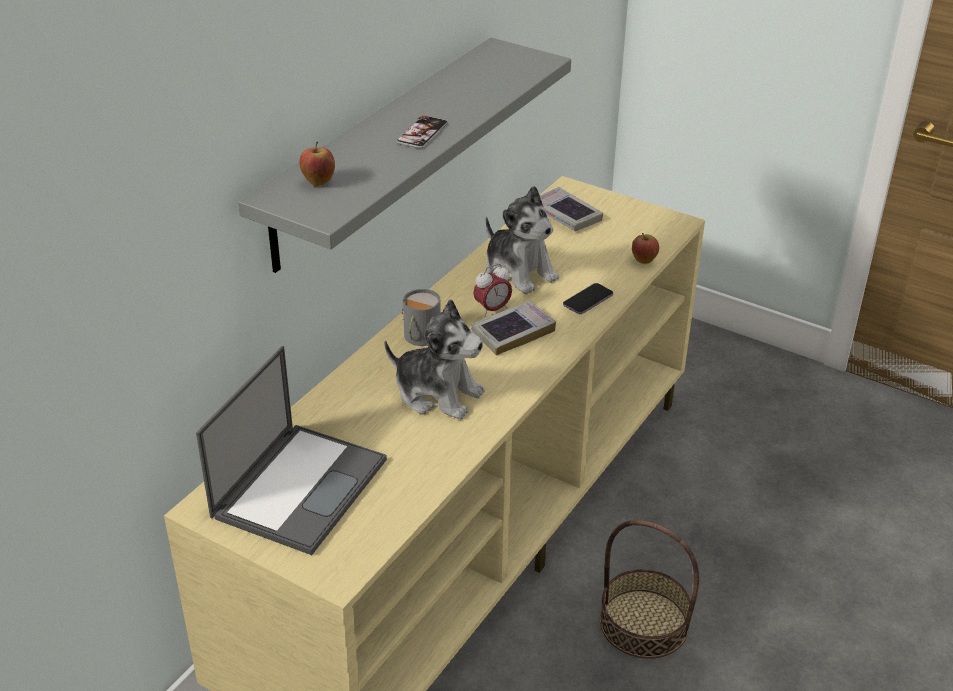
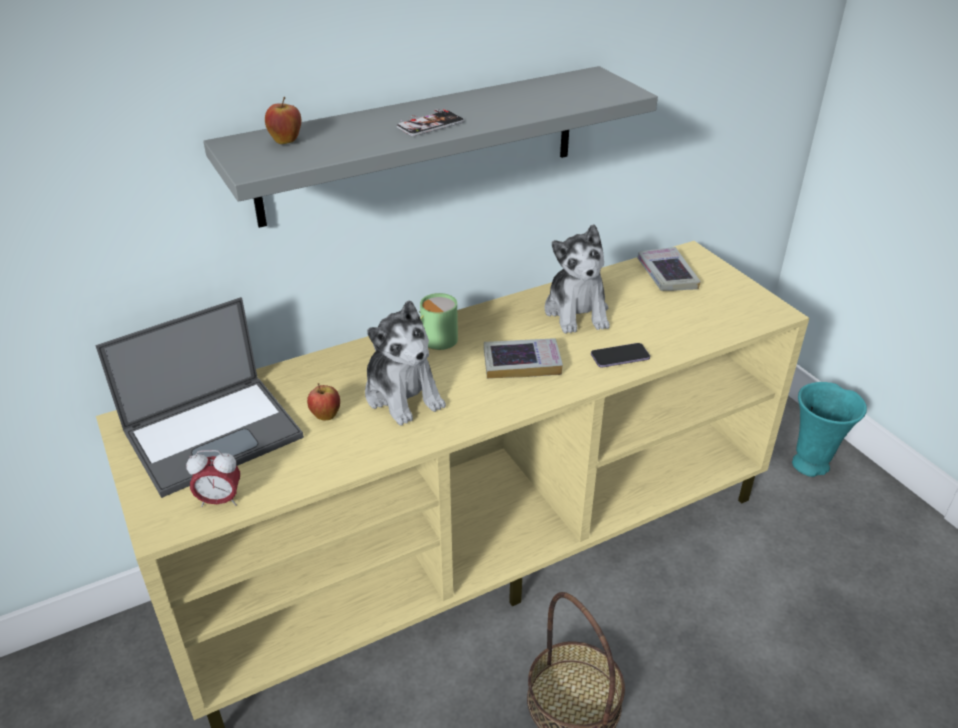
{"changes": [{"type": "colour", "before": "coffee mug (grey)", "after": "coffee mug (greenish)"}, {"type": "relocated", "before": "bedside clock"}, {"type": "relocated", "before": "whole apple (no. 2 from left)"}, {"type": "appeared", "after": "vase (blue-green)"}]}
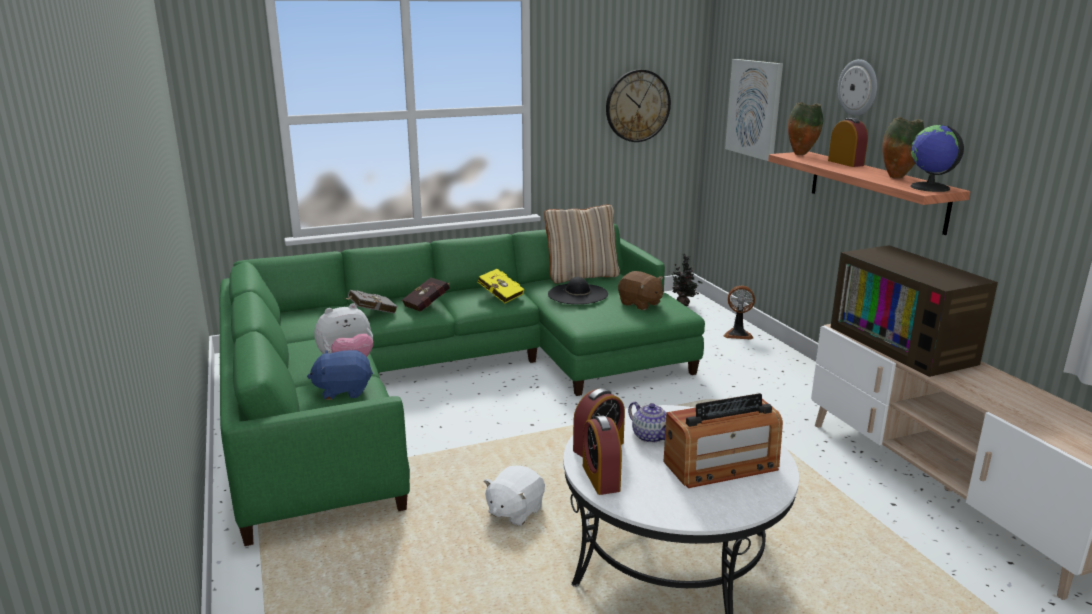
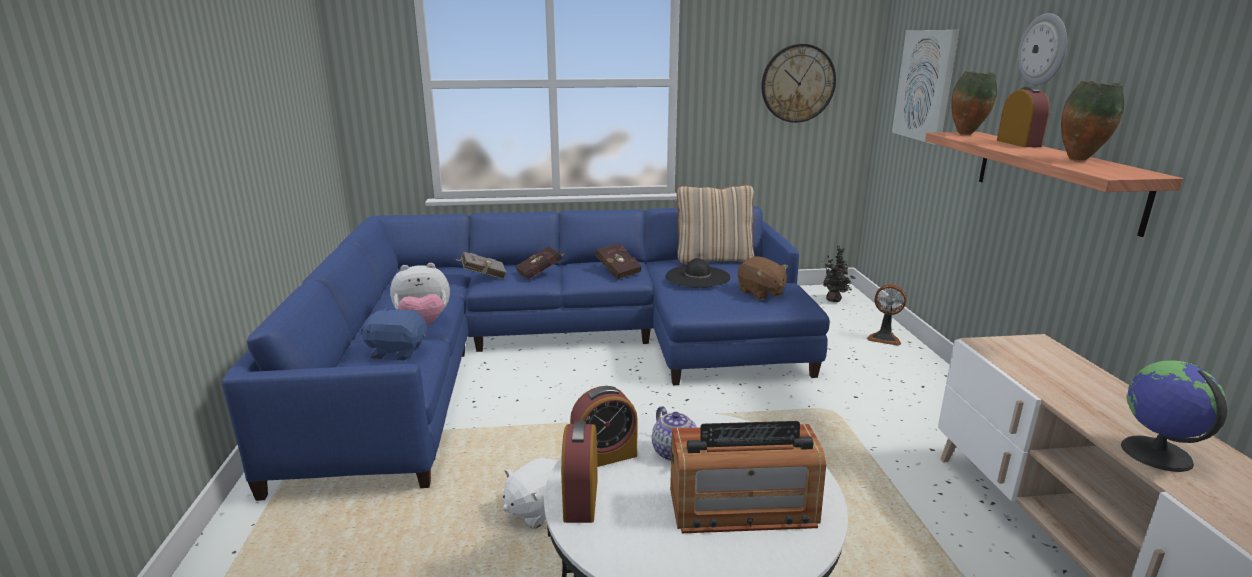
{"changes": [{"type": "colour", "before": "settee (greenish)", "after": "settee (blue)"}, {"type": "colour", "before": "volume (yellow)", "after": "volume (reddish) (no. 2 from left)"}, {"type": "missing", "before": "television"}, {"type": "relocated", "before": "world globe"}]}
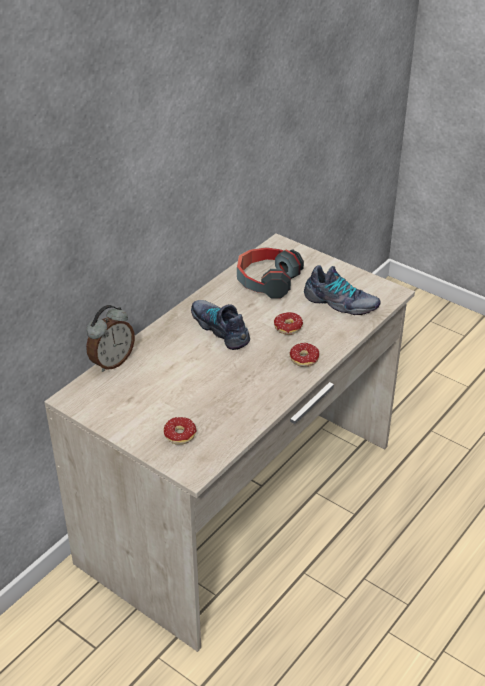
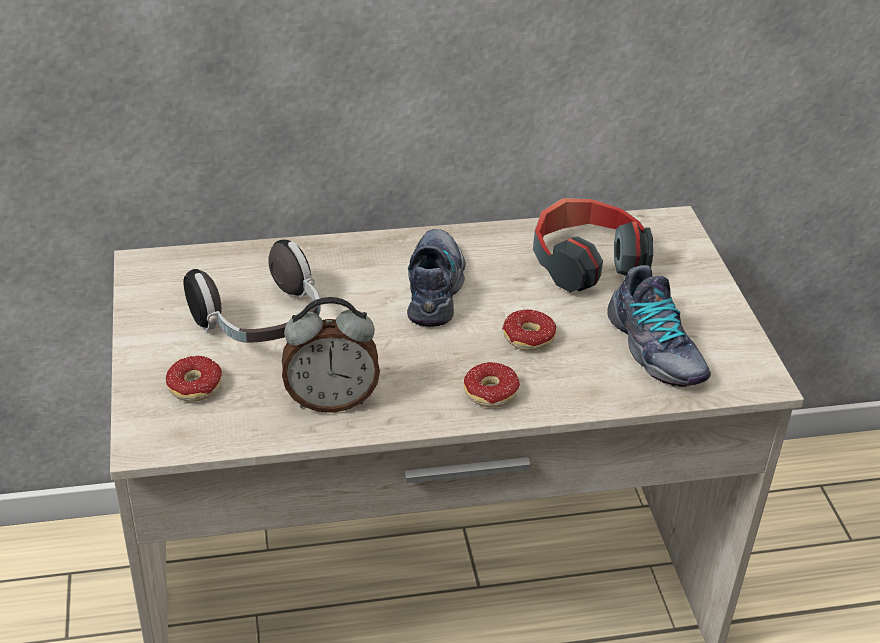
{"changes": [{"type": "relocated", "before": "bedside clock"}, {"type": "appeared", "after": "headphones (no. 1 from left)"}]}
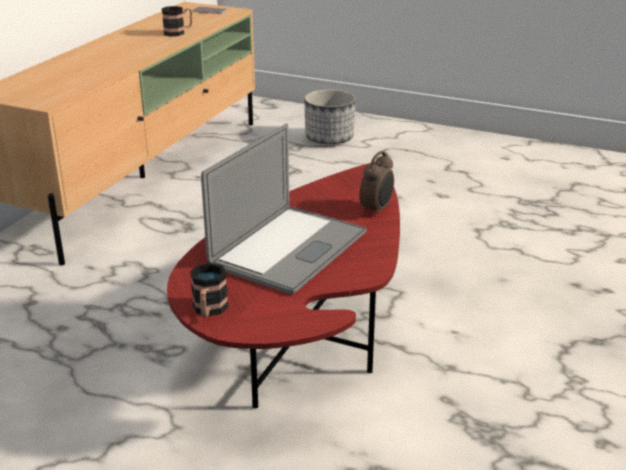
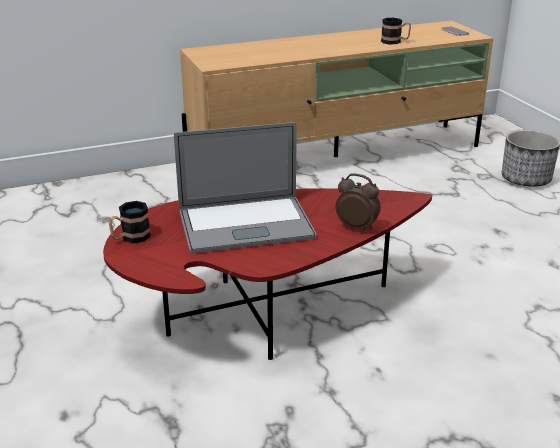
{"changes": [{"type": "spun", "before": "bedside clock", "turn": -135}]}
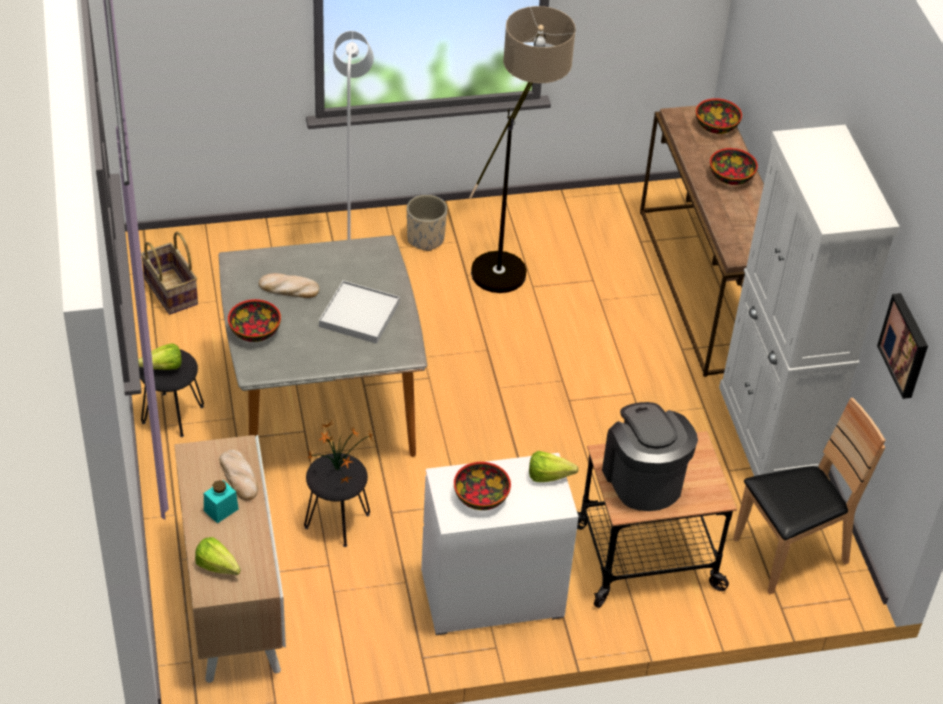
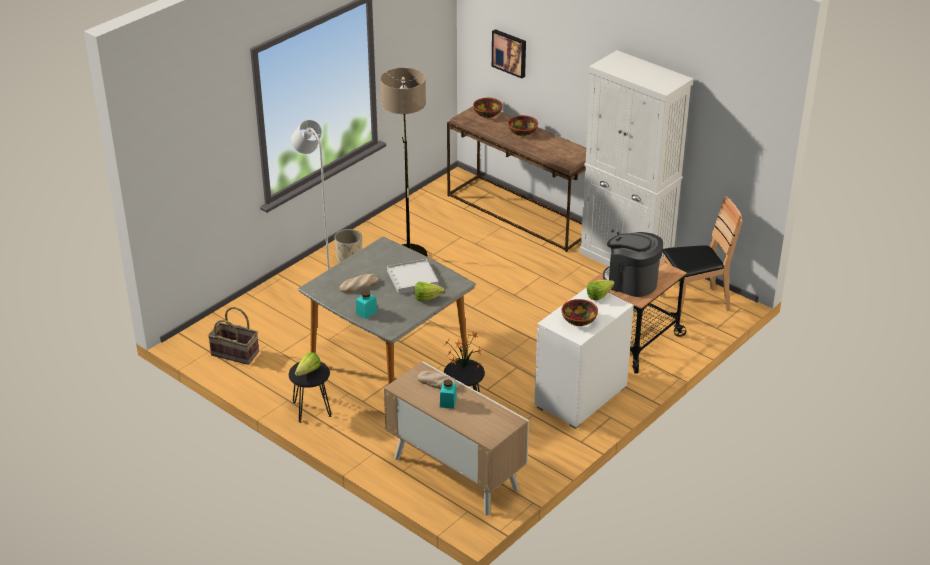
{"changes": [{"type": "relocated", "before": "lettuce (no. 2 from left)"}, {"type": "exchanged", "before": "bowl (no. 1 from left)", "after": "storage jar (blue-green) (no. 1 from left)"}, {"type": "spun", "before": "plain chair (brown)", "turn": 45}, {"type": "relocated", "before": "wall art"}]}
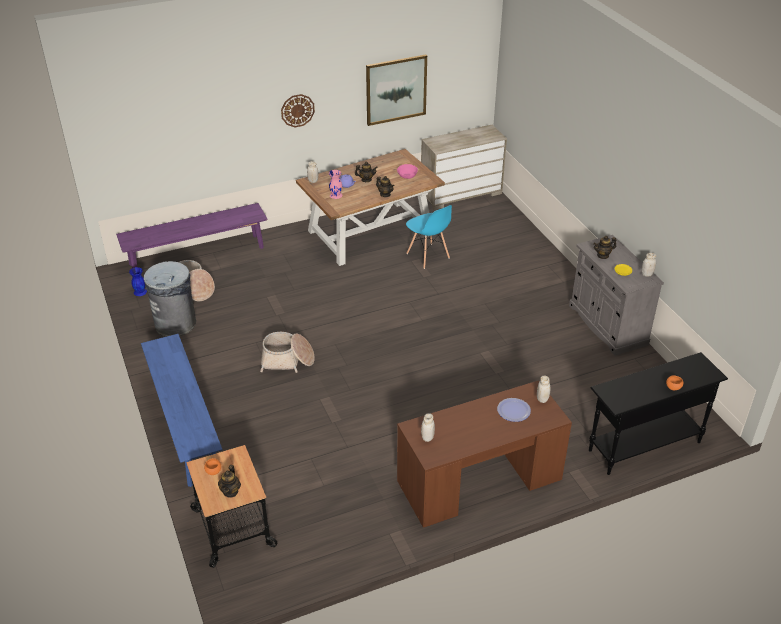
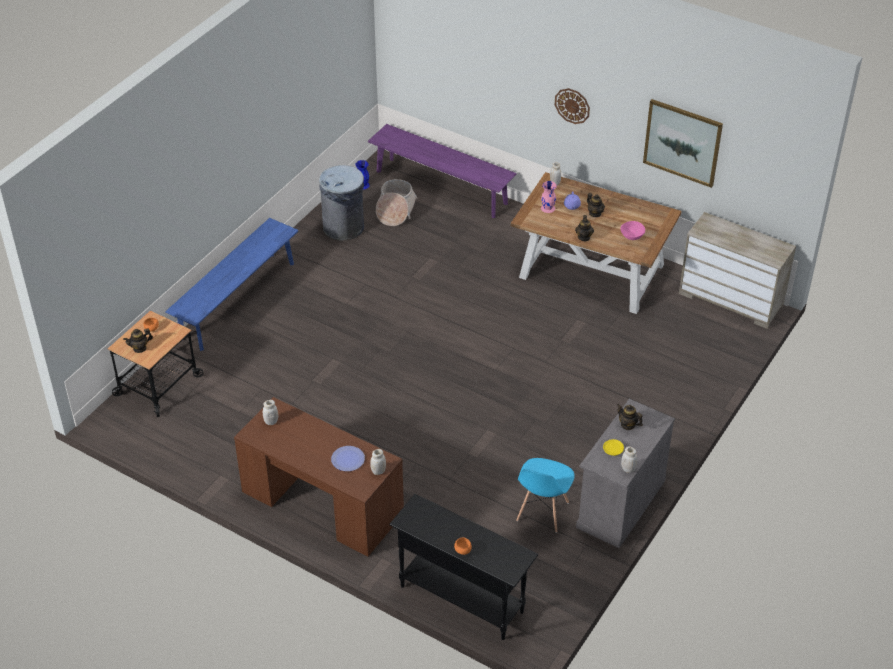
{"changes": [{"type": "missing", "before": "household basket (no. 2 from left)"}, {"type": "relocated", "before": "plain chair (blue)"}]}
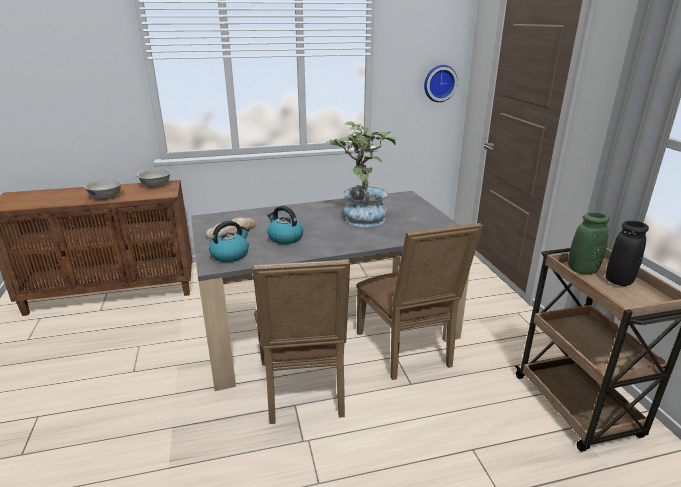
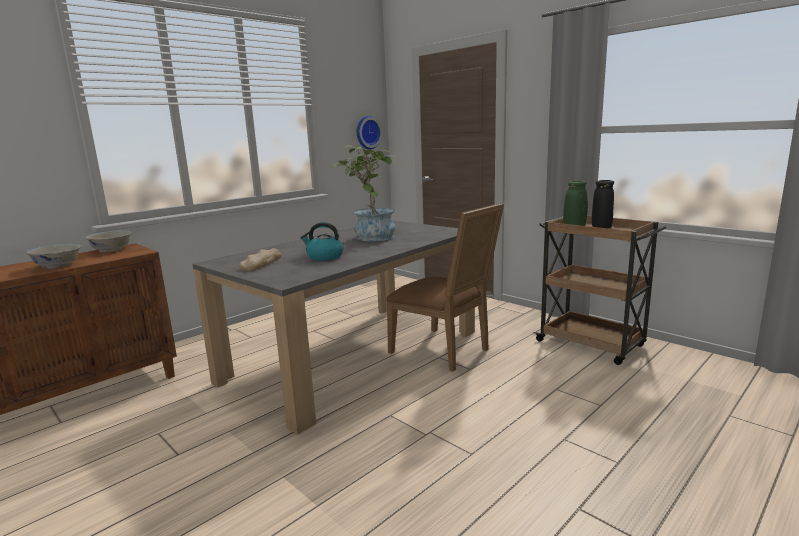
{"changes": [{"type": "missing", "before": "tea kettle (no. 1 from left)"}, {"type": "missing", "before": "plain chair (brown) (no. 1 from left)"}]}
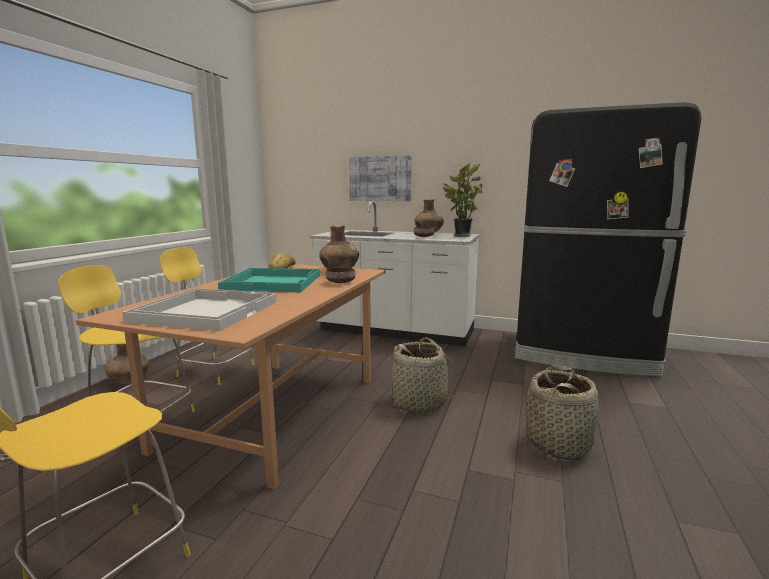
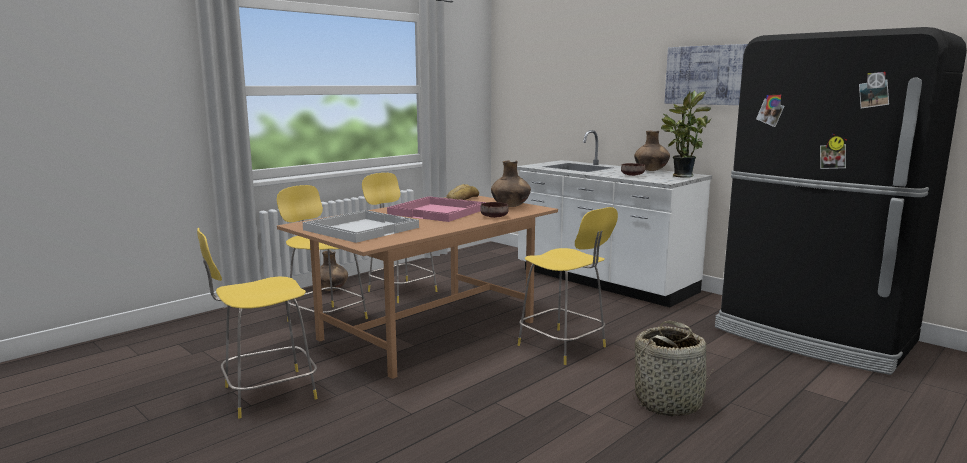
{"changes": [{"type": "colour", "before": "serving tray (blue-green)", "after": "serving tray (pinkish)"}, {"type": "relocated", "before": "wall art"}, {"type": "exchanged", "before": "household basket (no. 1 from left)", "after": "plain chair (yellow) (no. 4 from left)"}]}
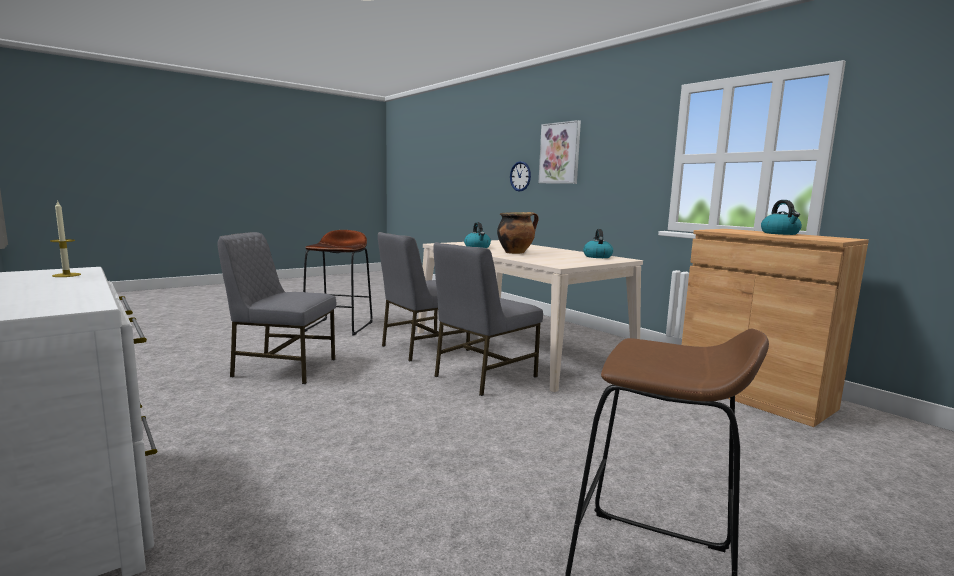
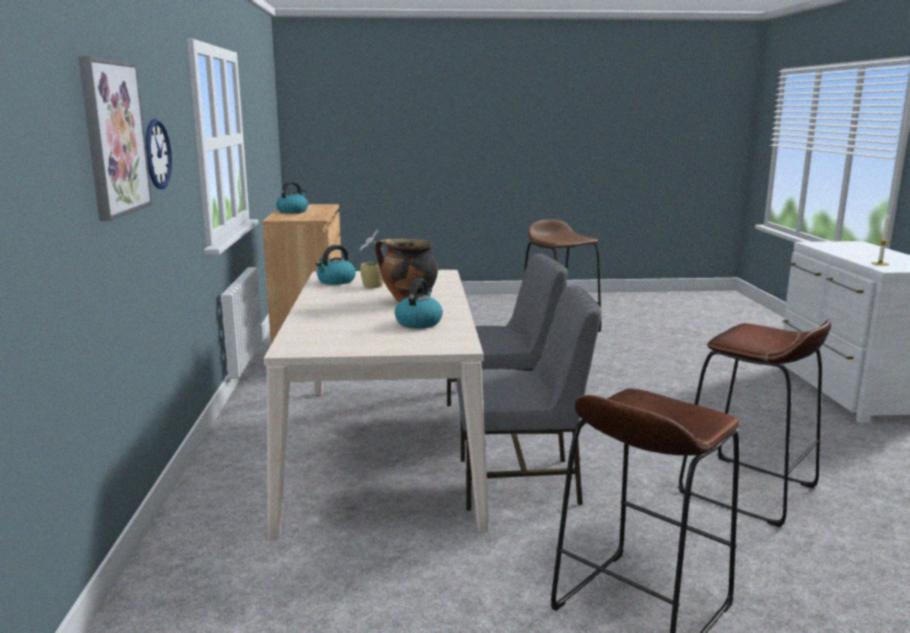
{"changes": [{"type": "exchanged", "before": "plain chair (grey) (no. 1 from left)", "after": "stool (brown) (no. 3 from left)"}, {"type": "relocated", "before": "clock on the wall"}, {"type": "appeared", "after": "potted plant"}]}
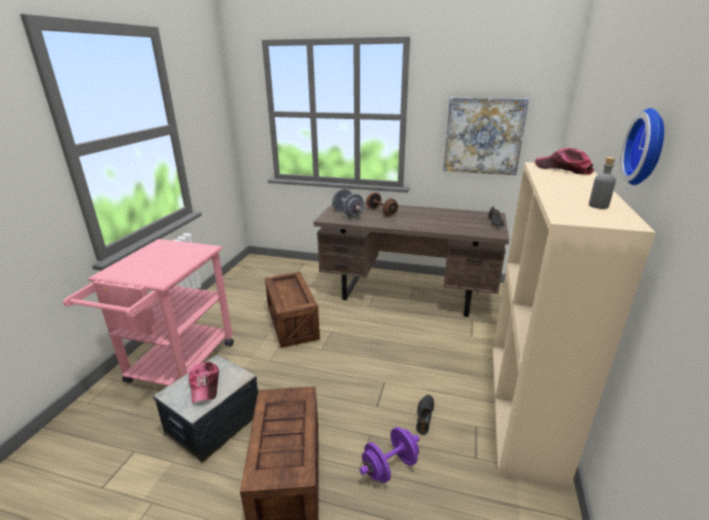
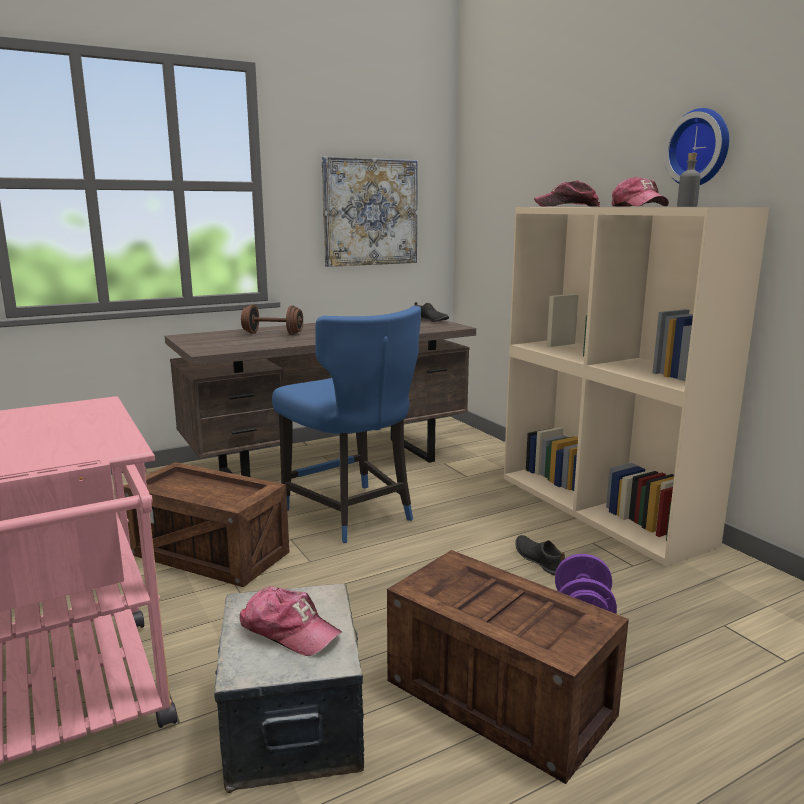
{"changes": [{"type": "missing", "before": "hand weight (grey)"}, {"type": "appeared", "after": "plain chair (blue)"}, {"type": "appeared", "after": "peaked cap (no. 3 from left)"}]}
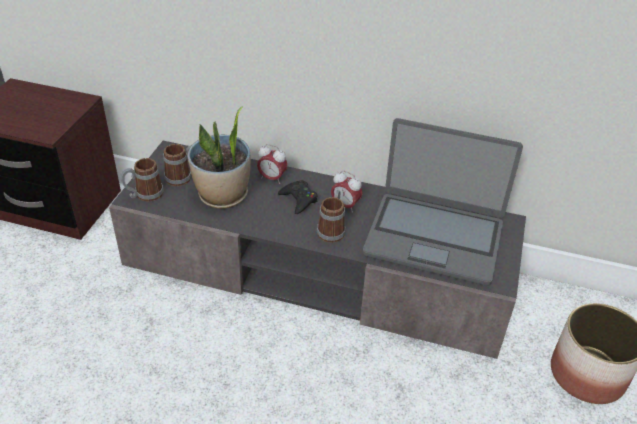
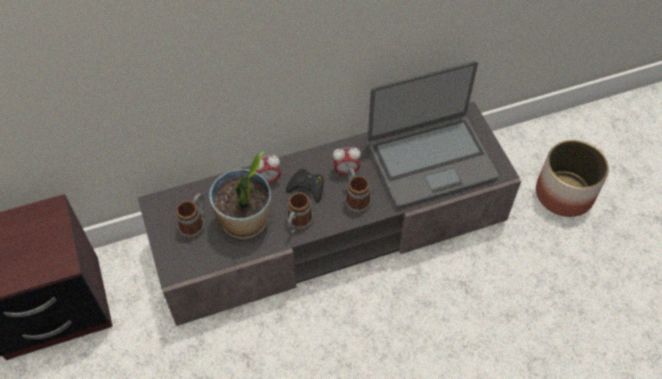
{"changes": [{"type": "relocated", "before": "coffee mug (no. 1 from left in the first image)", "after": "coffee mug (no. 2 from left)"}]}
